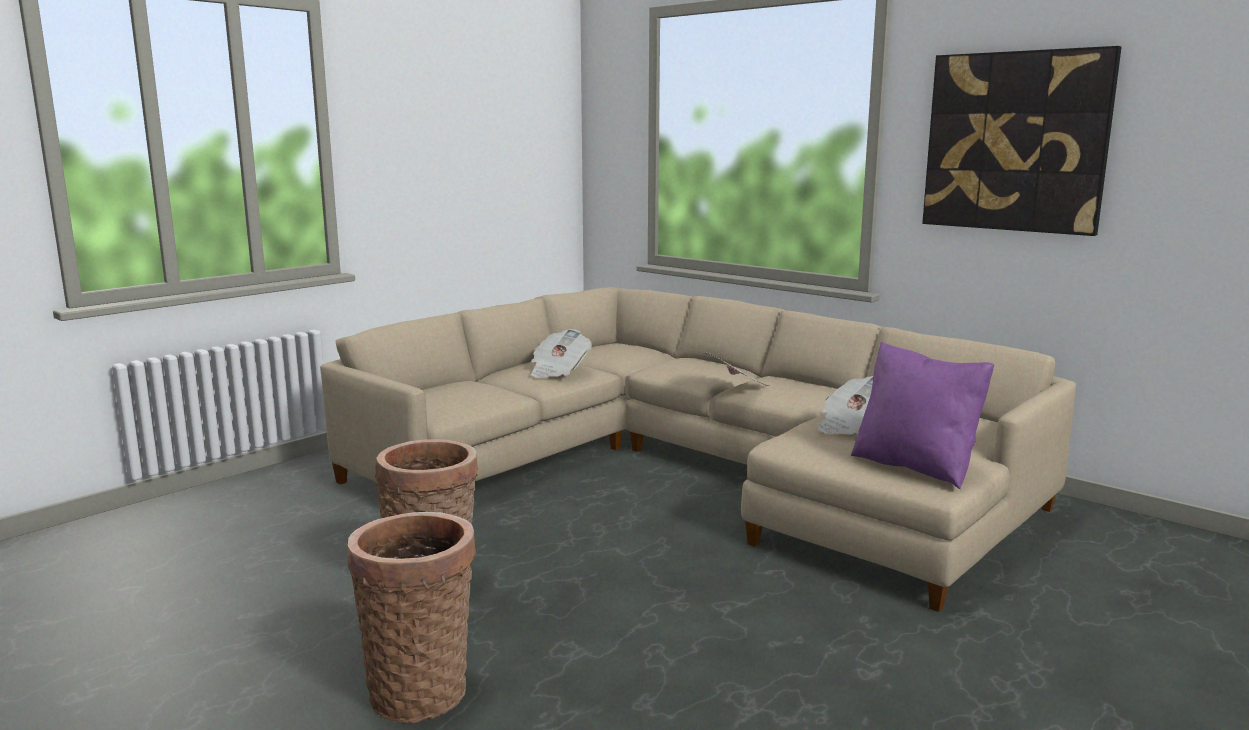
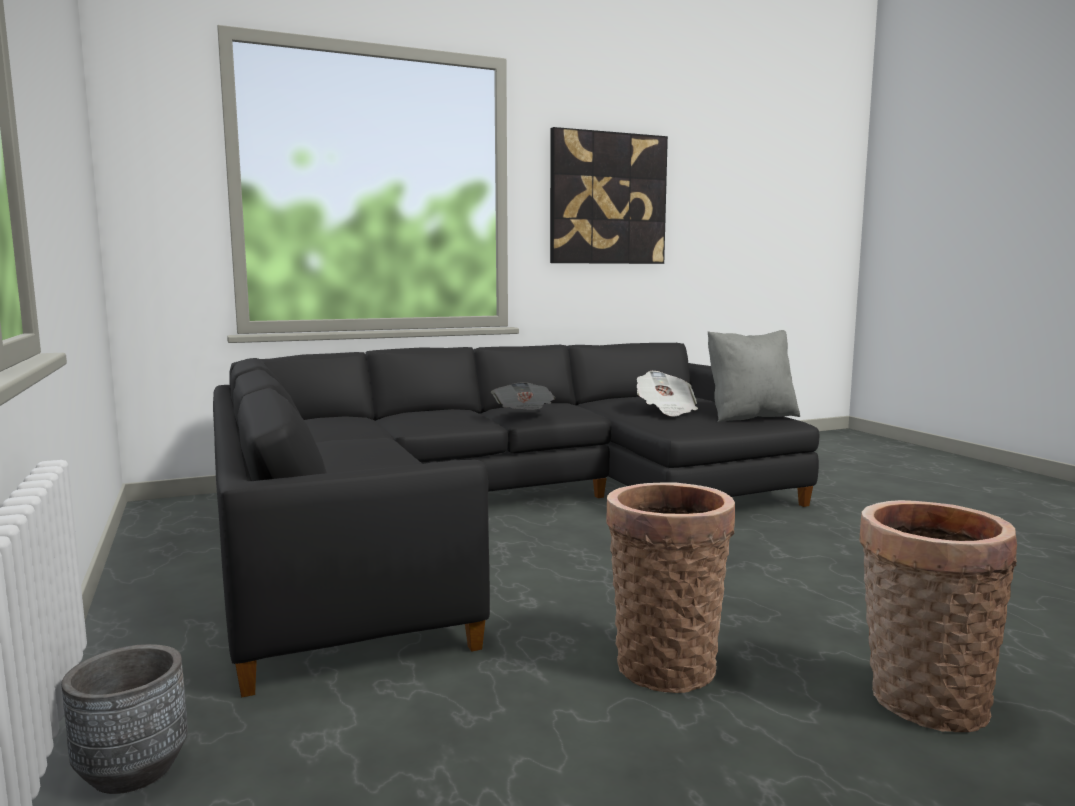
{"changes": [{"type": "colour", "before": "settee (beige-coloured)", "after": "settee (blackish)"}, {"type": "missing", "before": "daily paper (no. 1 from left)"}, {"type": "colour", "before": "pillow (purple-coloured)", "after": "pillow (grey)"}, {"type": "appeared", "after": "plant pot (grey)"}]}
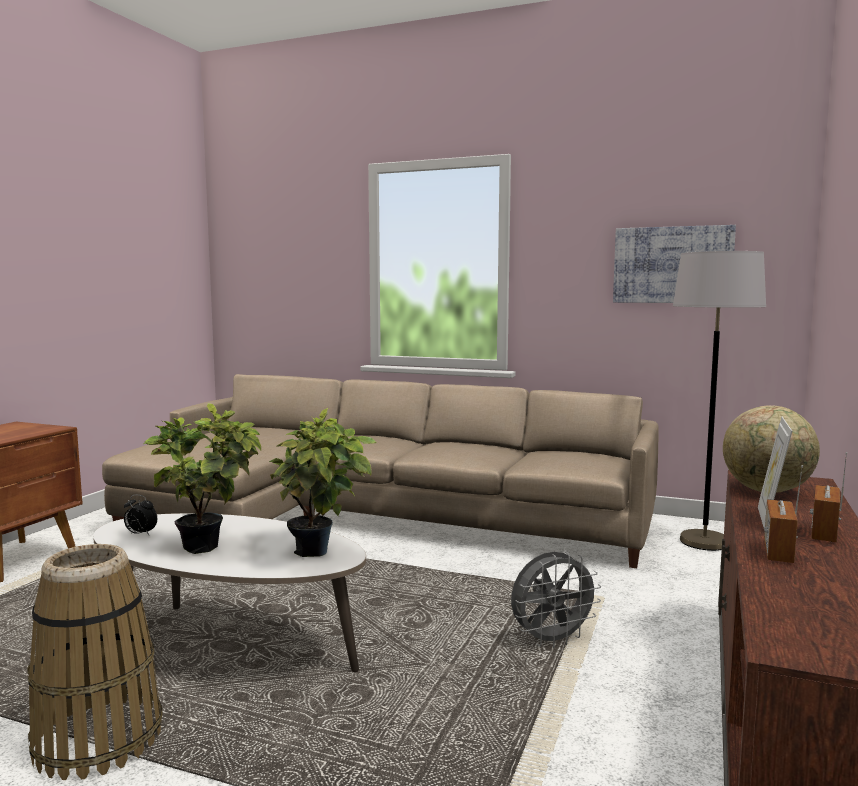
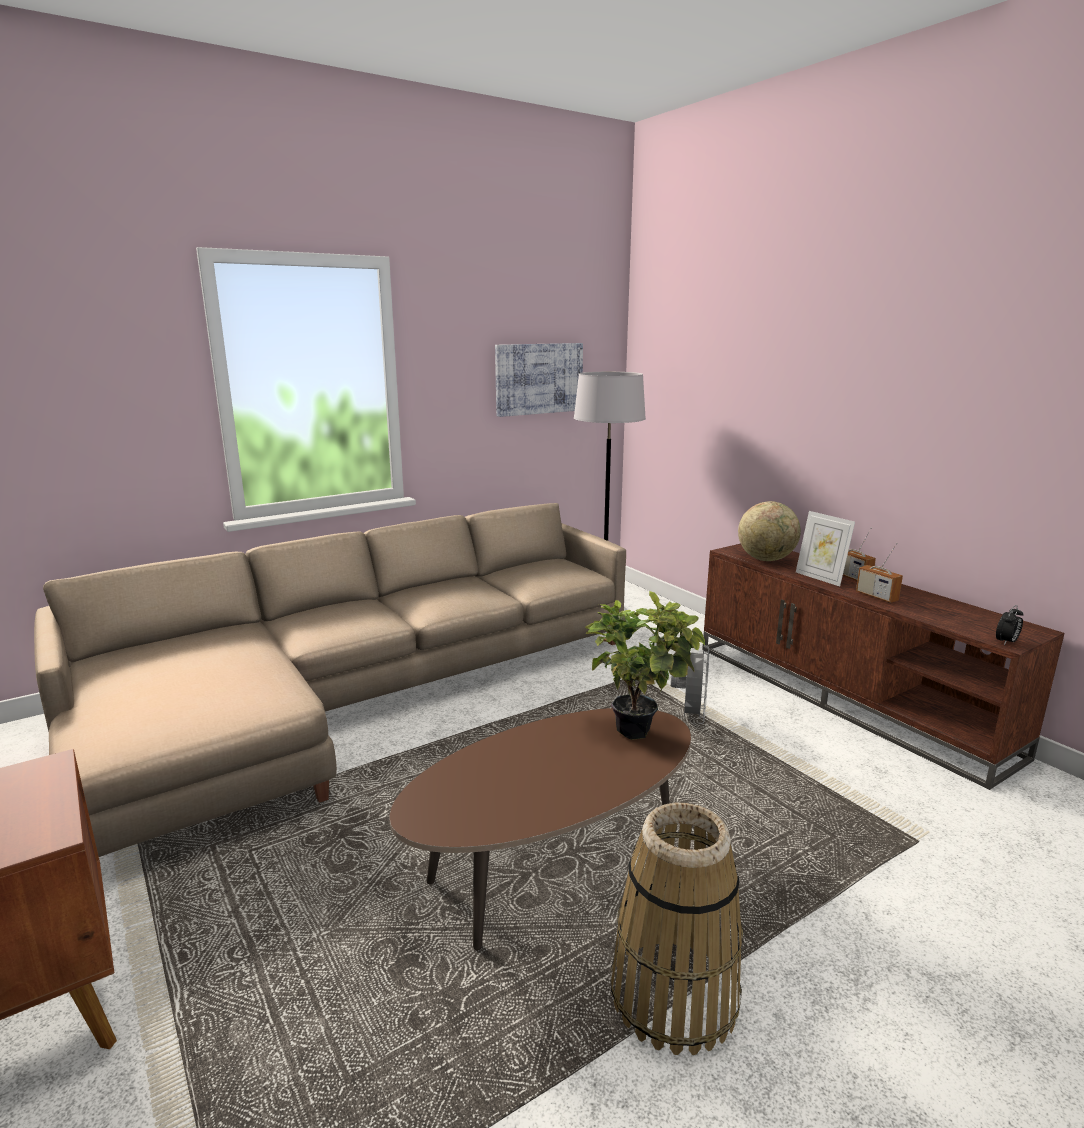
{"changes": [{"type": "colour", "before": "low table (whitish)", "after": "low table (brown)"}, {"type": "relocated", "before": "bedside clock"}, {"type": "missing", "before": "potted plant (no. 1 from left)"}]}
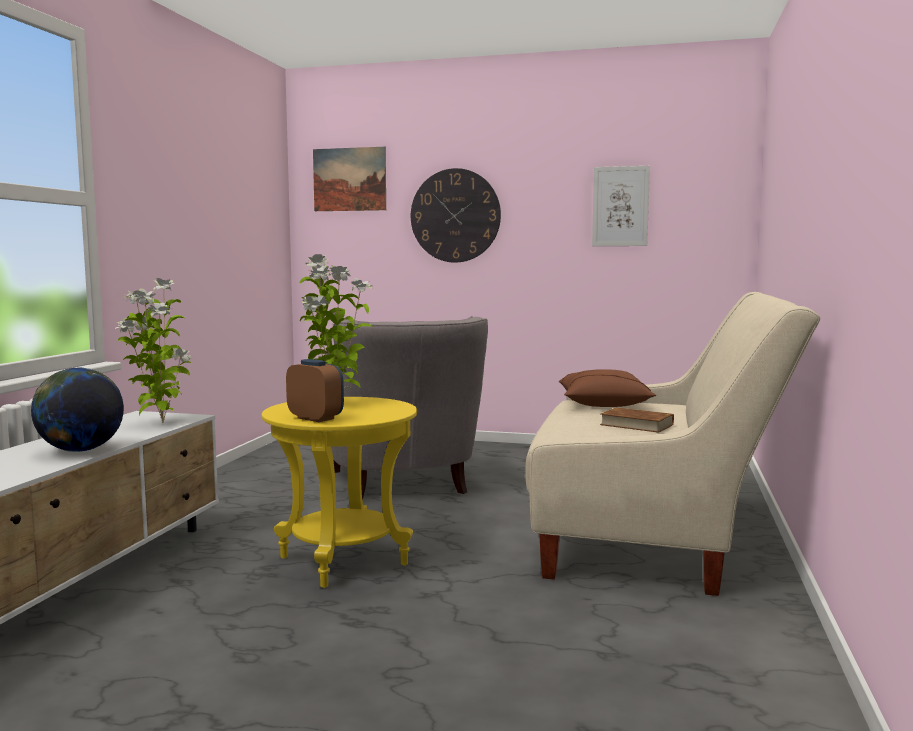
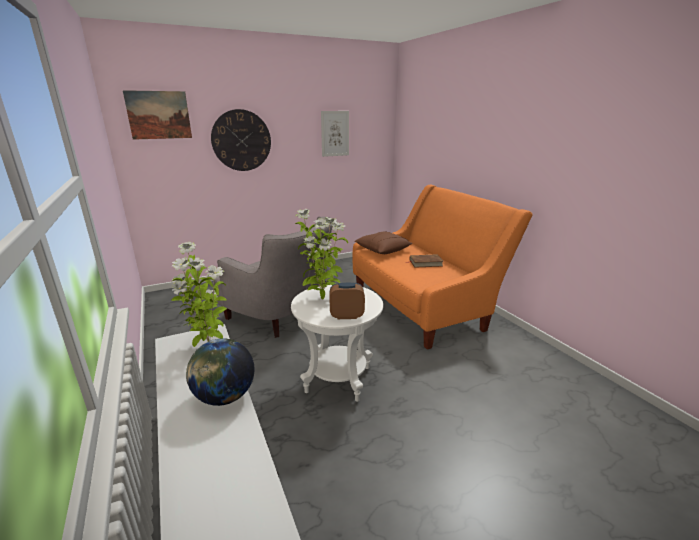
{"changes": [{"type": "colour", "before": "accent table (yellow)", "after": "accent table (whitish)"}, {"type": "colour", "before": "settee (beige-coloured)", "after": "settee (orange)"}]}
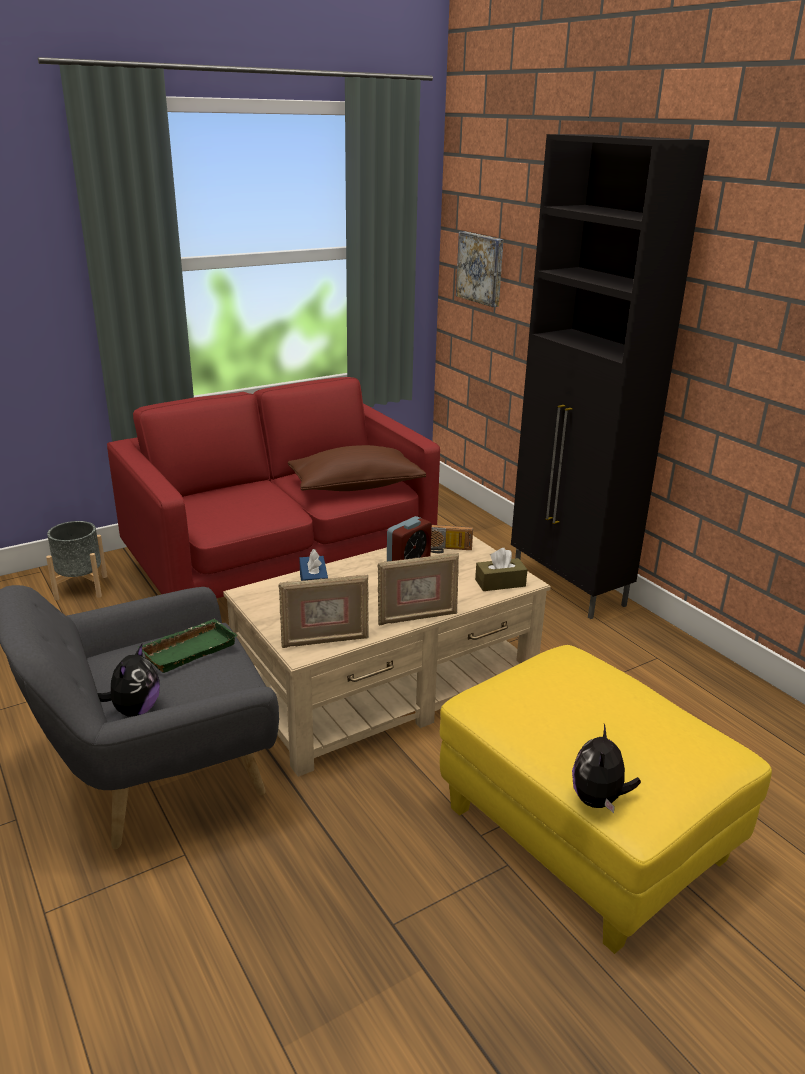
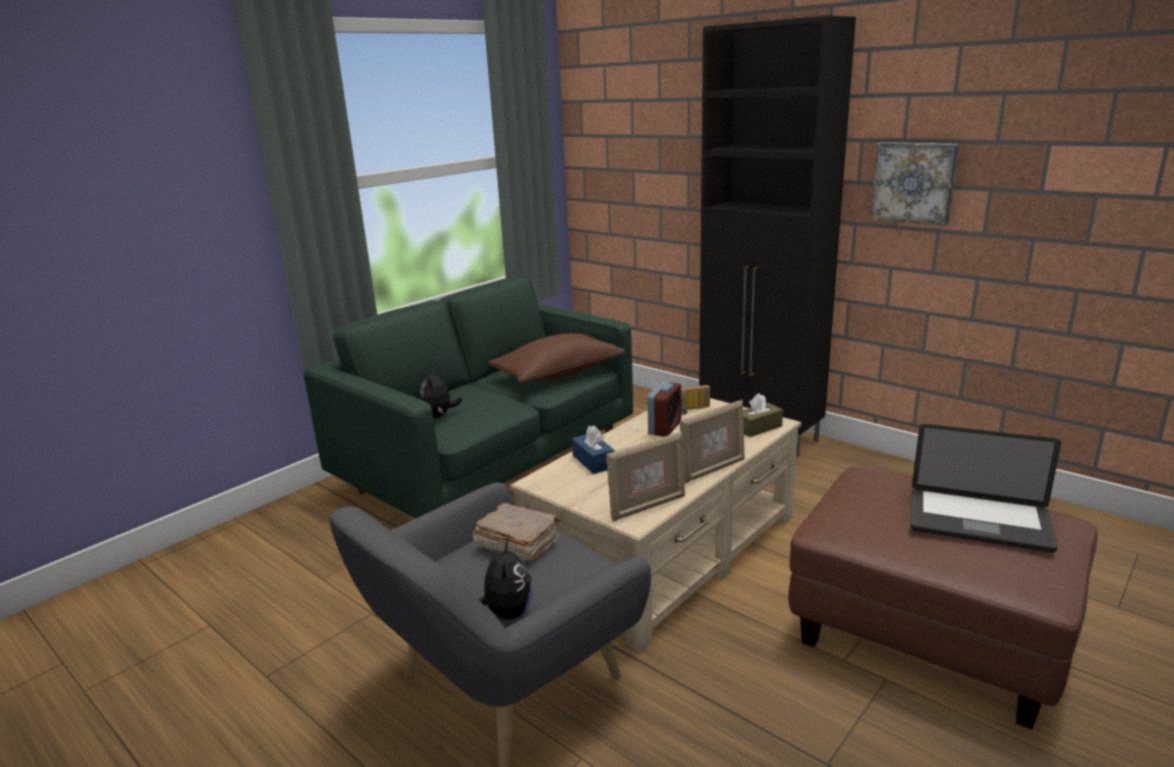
{"changes": [{"type": "missing", "before": "plant pot (grey)"}, {"type": "colour", "before": "settee (reddish)", "after": "settee (greenish)"}, {"type": "exchanged", "before": "serving tray (greenish)", "after": "volume (brown)"}, {"type": "colour", "before": "footrest (yellow)", "after": "footrest (brown)"}, {"type": "relocated", "before": "wall art"}, {"type": "relocated", "before": "soft toy (no. 2 from left in the first image)", "after": "soft toy (no. 1 from left)"}, {"type": "appeared", "after": "portable computer"}]}
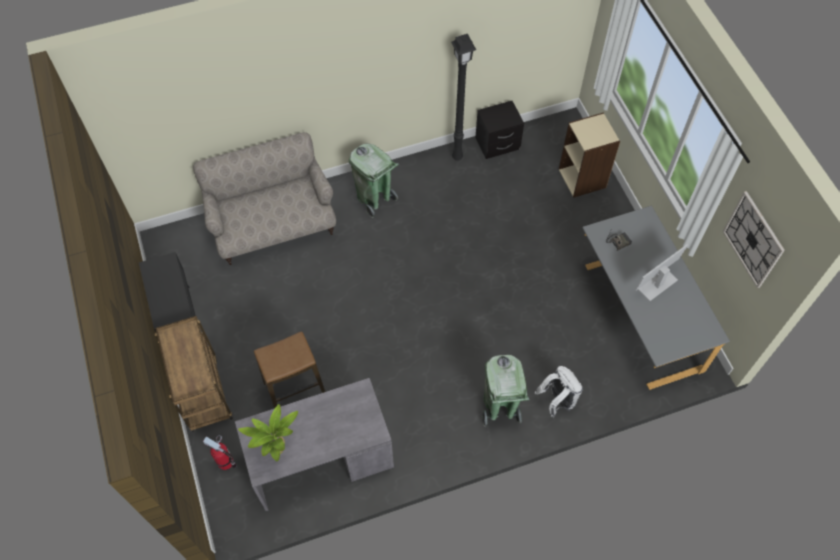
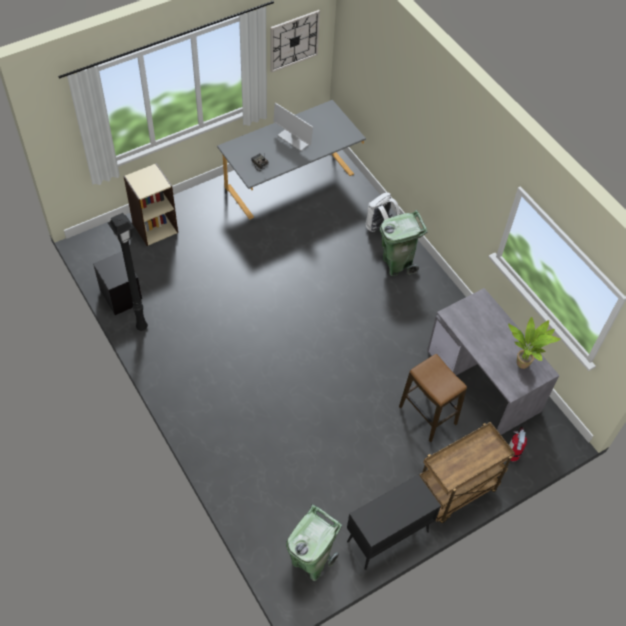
{"changes": [{"type": "missing", "before": "settee (beige-coloured)"}, {"type": "relocated", "before": "rubbish bin (greenish) (no. 1 from left)"}]}
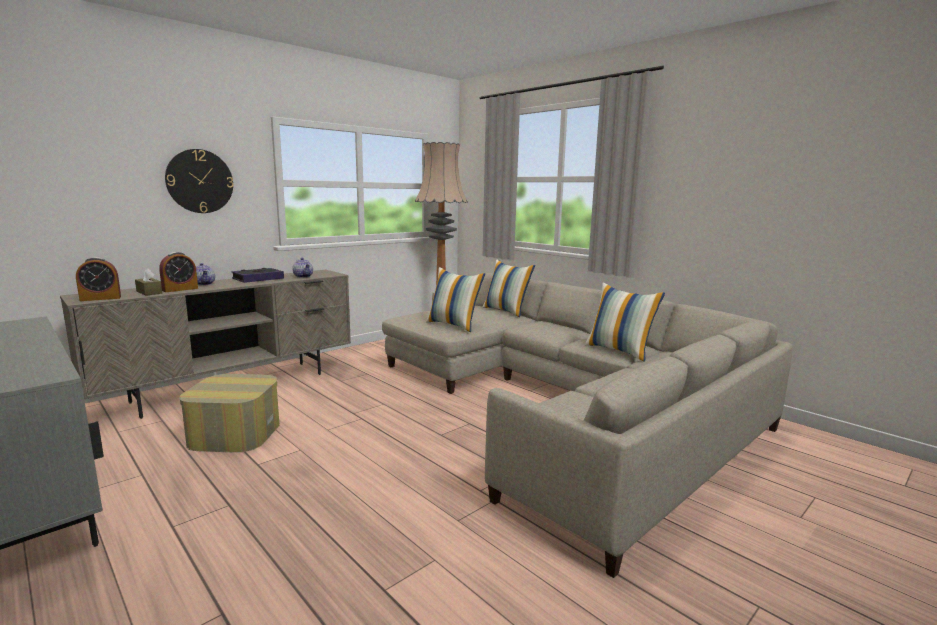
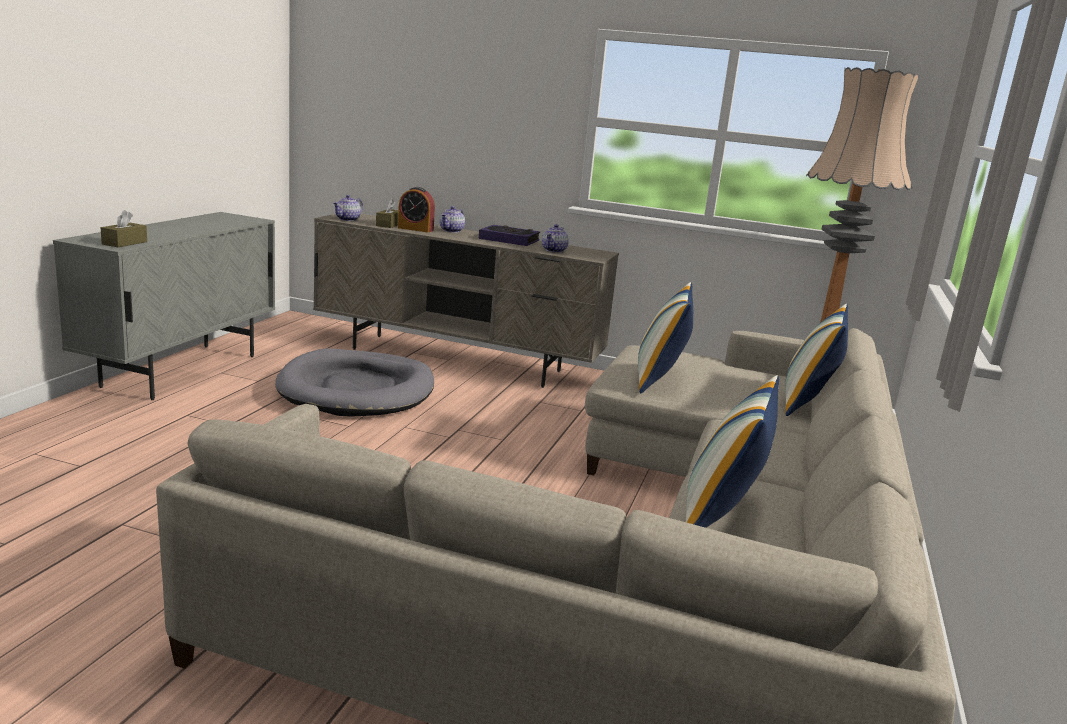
{"changes": [{"type": "exchanged", "before": "bedside clock (no. 1 from left)", "after": "tea pot (no. 1 from left)"}, {"type": "missing", "before": "clock on the wall"}, {"type": "exchanged", "before": "footrest", "after": "pet bed (grey)"}, {"type": "appeared", "after": "tissue box (brown) (no. 1 from left)"}]}
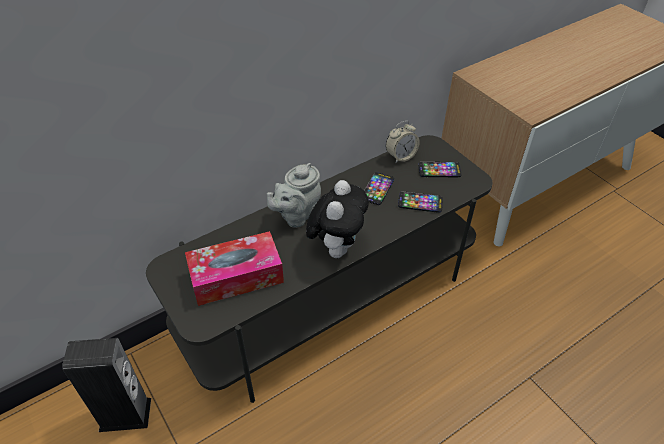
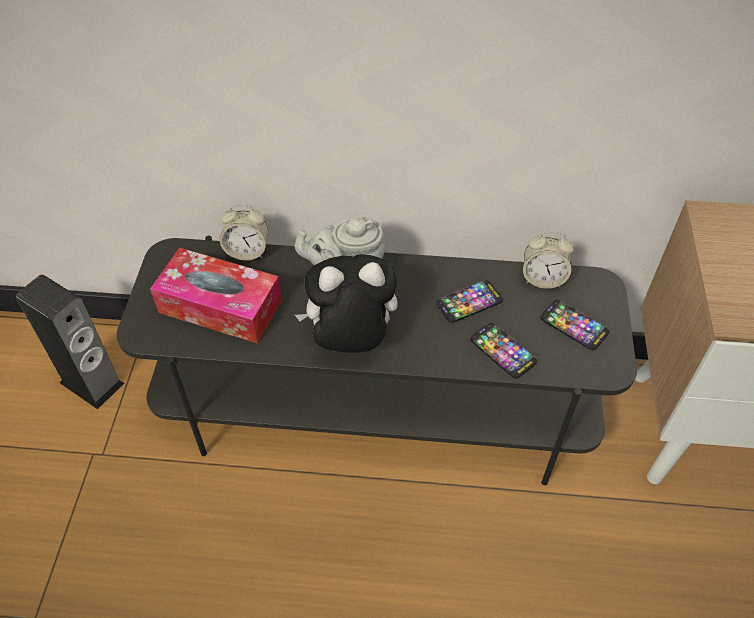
{"changes": [{"type": "spun", "before": "soft toy", "turn": -150}, {"type": "appeared", "after": "bedside clock (no. 1 from left)"}]}
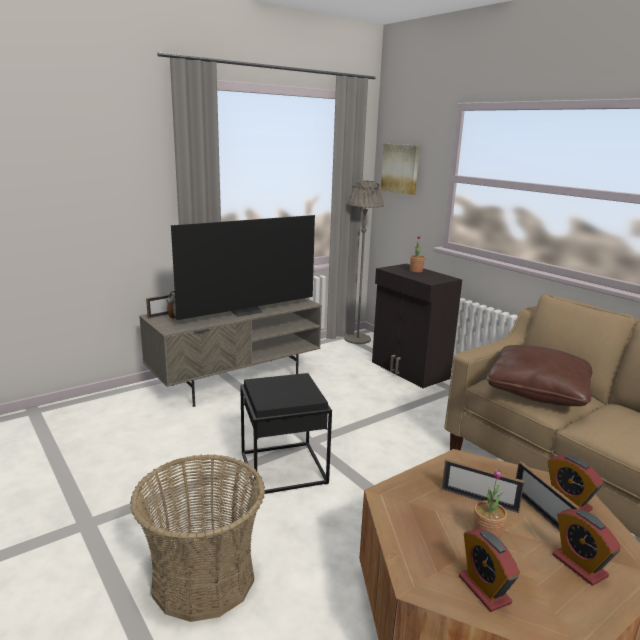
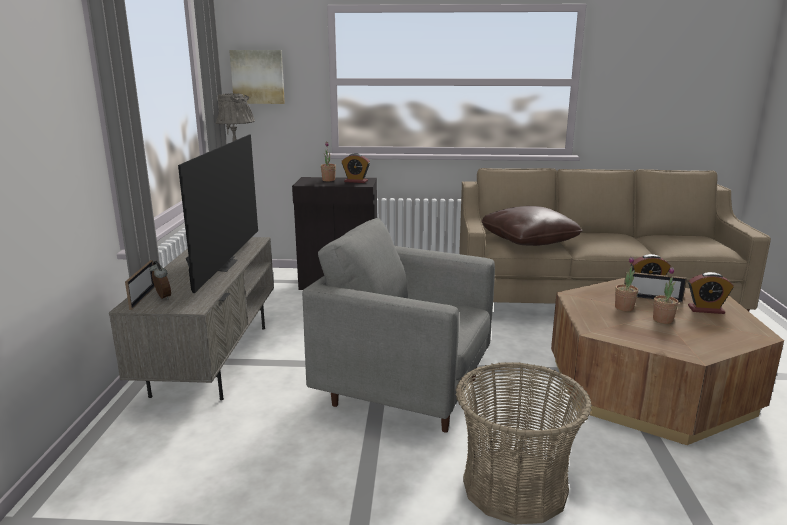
{"changes": [{"type": "exchanged", "before": "accent table (blackish)", "after": "easy chair (grey)"}, {"type": "exchanged", "before": "picture frame (no. 2 from left)", "after": "potted plant (no. 2 from left)"}, {"type": "relocated", "before": "bedside clock (no. 2 from left)"}]}
